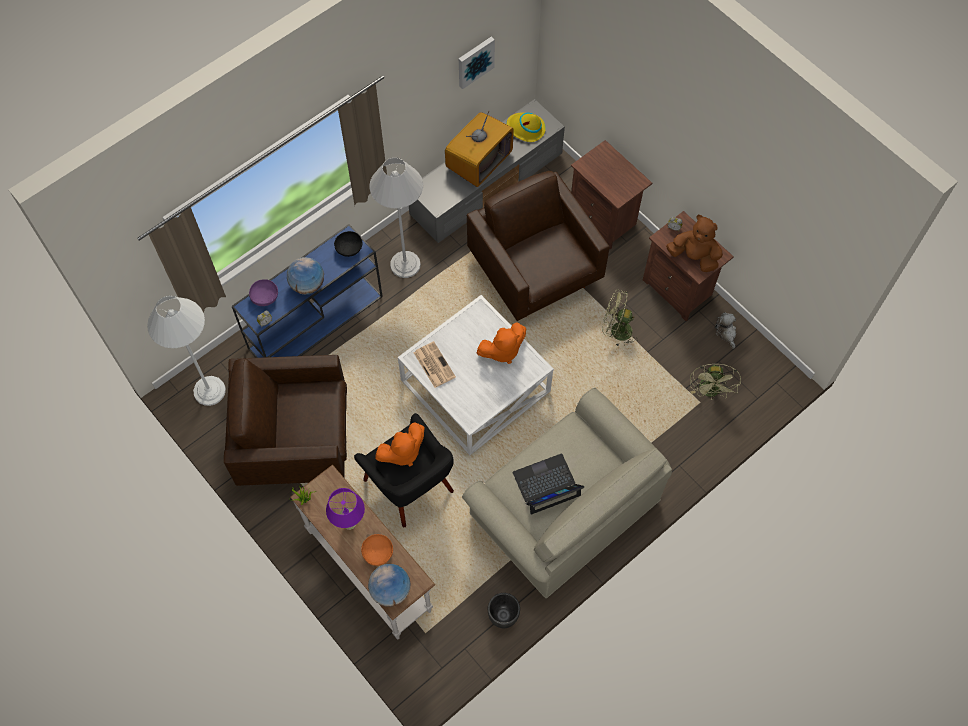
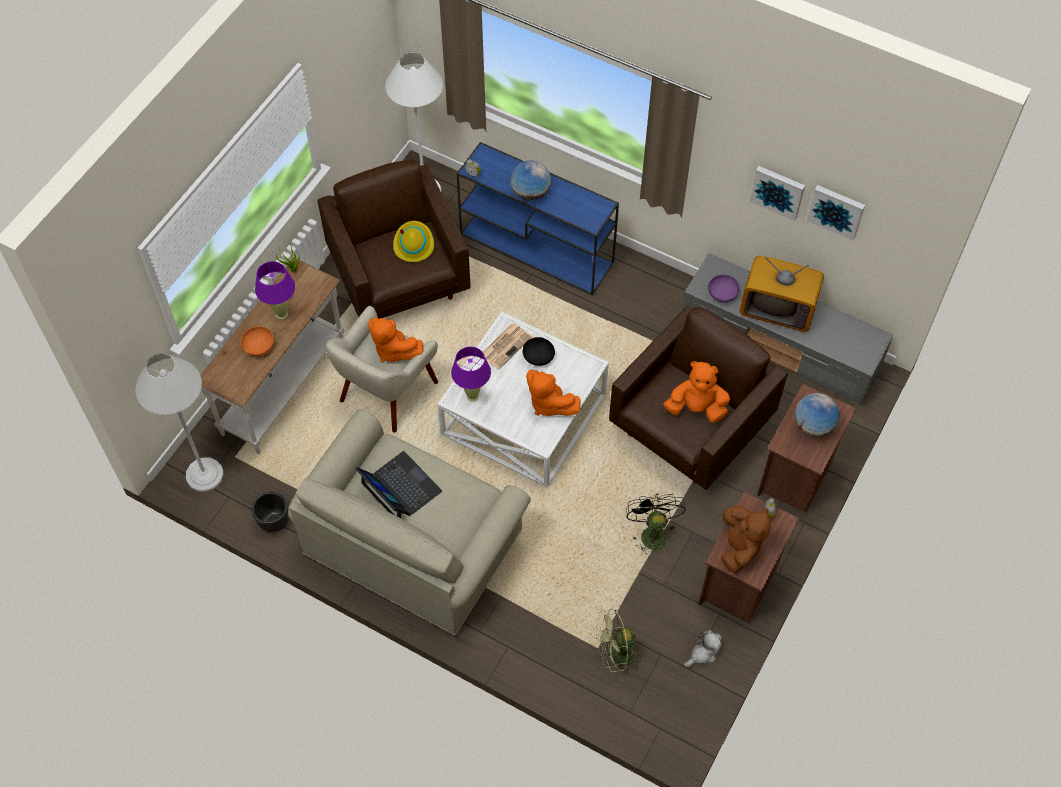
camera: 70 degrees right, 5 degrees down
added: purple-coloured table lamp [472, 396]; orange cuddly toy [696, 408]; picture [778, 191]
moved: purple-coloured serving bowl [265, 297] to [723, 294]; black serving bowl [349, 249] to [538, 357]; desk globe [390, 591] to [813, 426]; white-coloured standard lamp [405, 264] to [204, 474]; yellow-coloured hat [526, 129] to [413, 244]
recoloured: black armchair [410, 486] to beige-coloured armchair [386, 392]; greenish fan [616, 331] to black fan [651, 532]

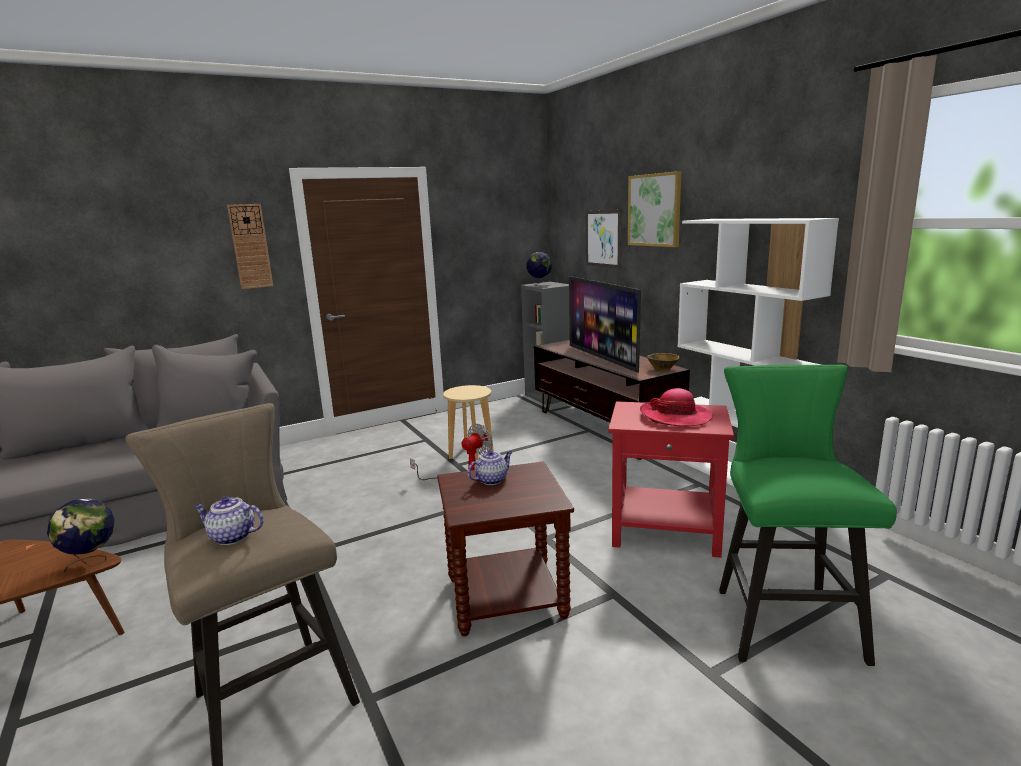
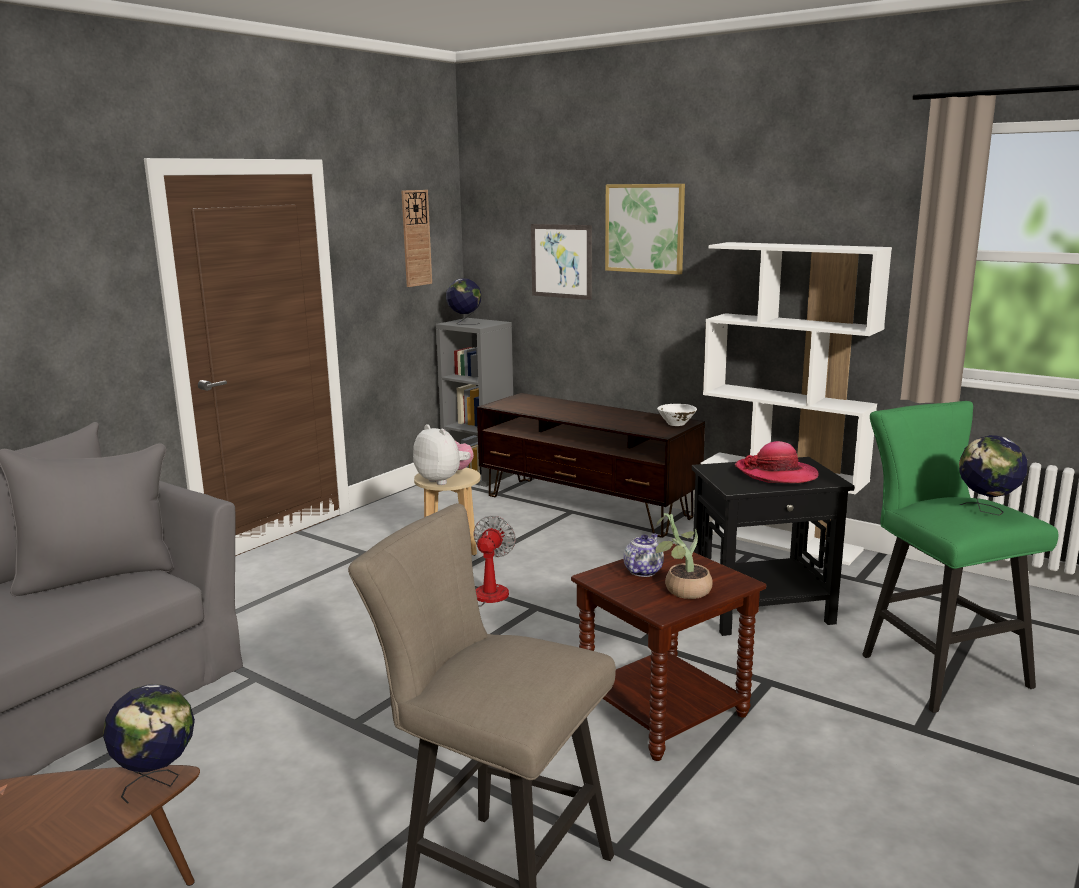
camera: 25 degrees left, 0 degrees up
removed: tea pot [231, 537]; TV [603, 358]
added: cuddly toy [444, 480]; houseplant [682, 590]; desk globe [986, 511]
moved: wall clock [250, 246] to [416, 238]
recoloured: reddish end table [665, 532] to black end table [761, 609]; brown-coloured serving bowl [663, 369] to white-coloured serving bowl [676, 424]

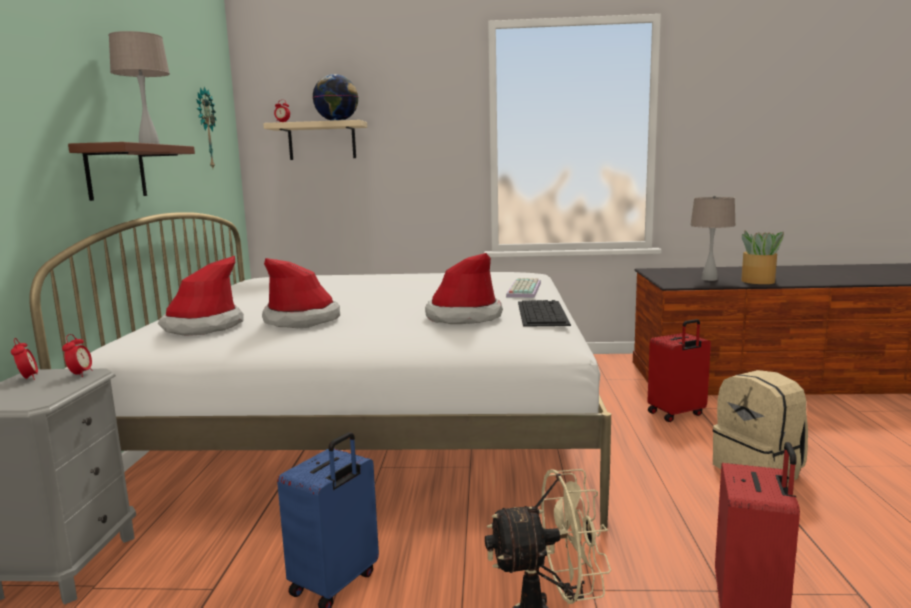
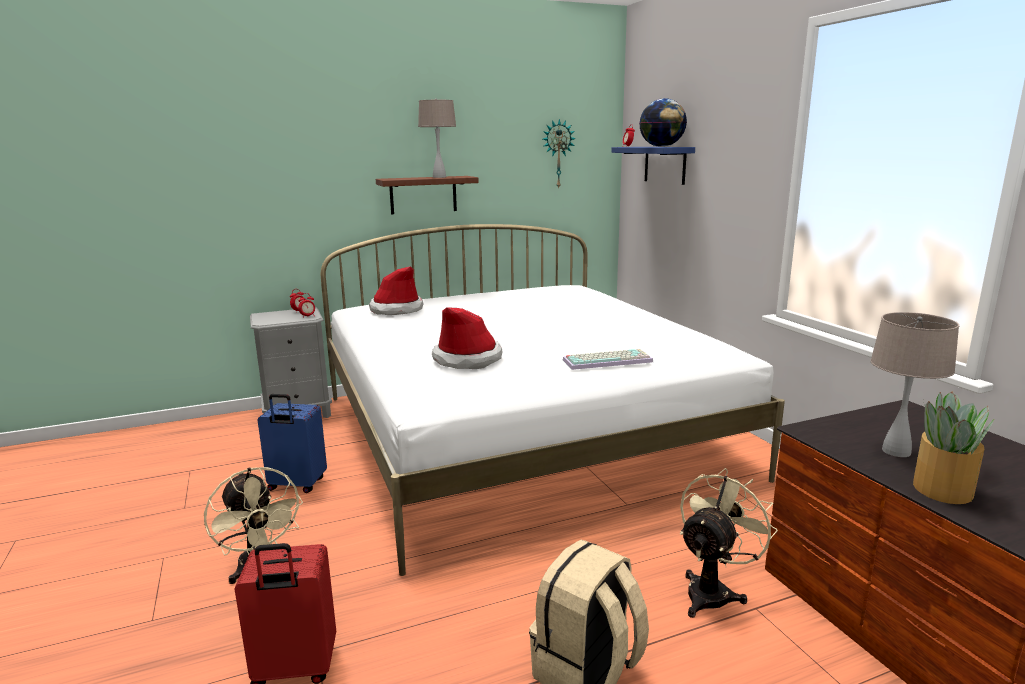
camera: 65 degrees right, 5 degrees up
removed: hat [302, 320]; computer keyboard [541, 313]
replaced: reddish piece of luggage [676, 414] to beige-coloured fan [713, 591]
recoloured: beige-coloured shelf [322, 141] to bluish shelf [665, 165]

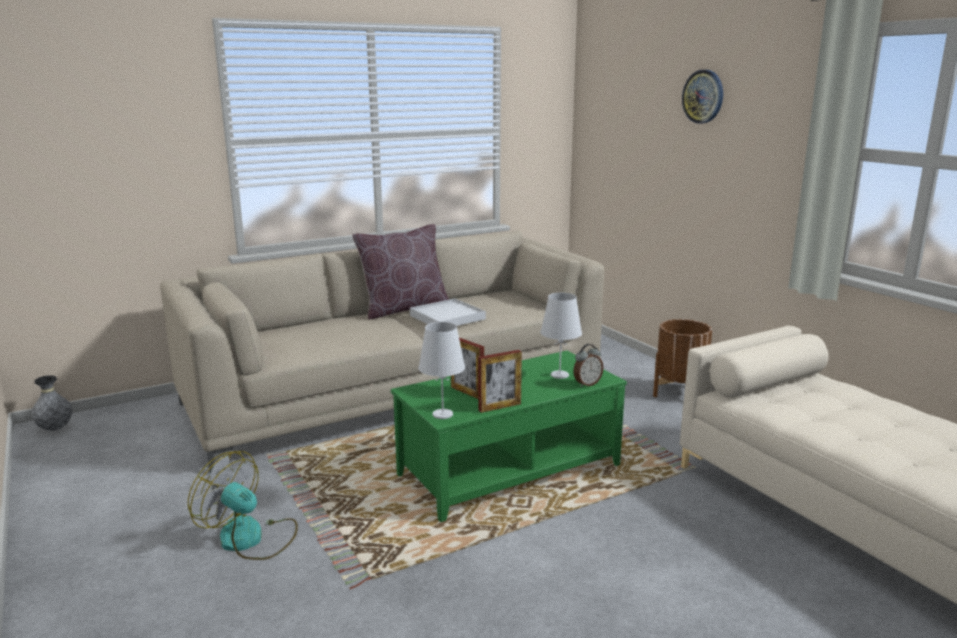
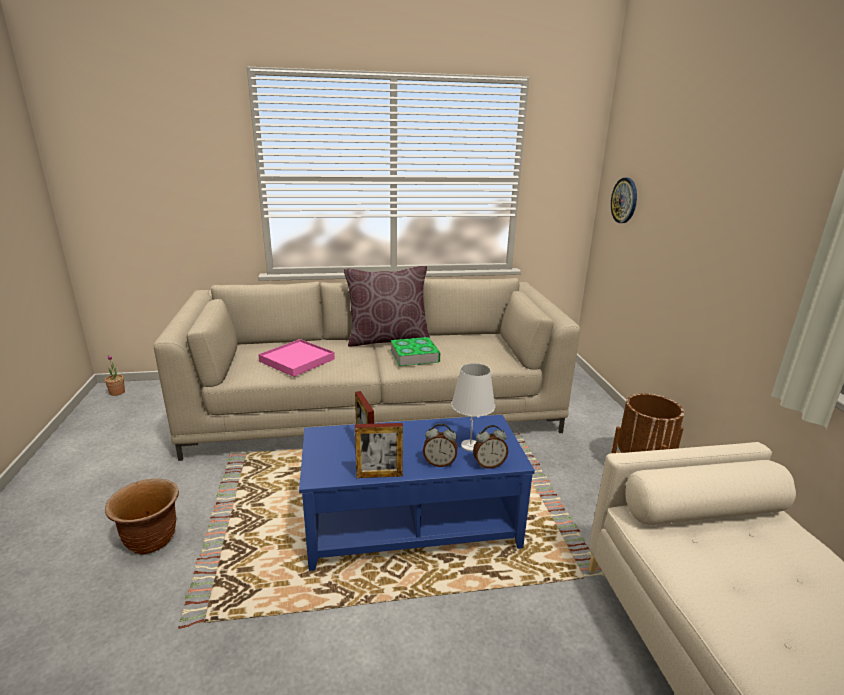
camera: 20 degrees right, 5 degrees up
removed: white-coloured table lamp [442, 414]
added: pink-coloured serving tray [297, 360]; alarm clock [439, 463]
moved: wall clock [703, 96] to [624, 200]
replaced: grey decorative vase [55, 429] to houseplant [117, 392]; fan [250, 539] to brown-coloured planter [151, 540]; white-coloured serving tray [447, 317] to volume [414, 356]
recoloured: greenish lounge table [508, 469] to bluish lounge table [411, 523]

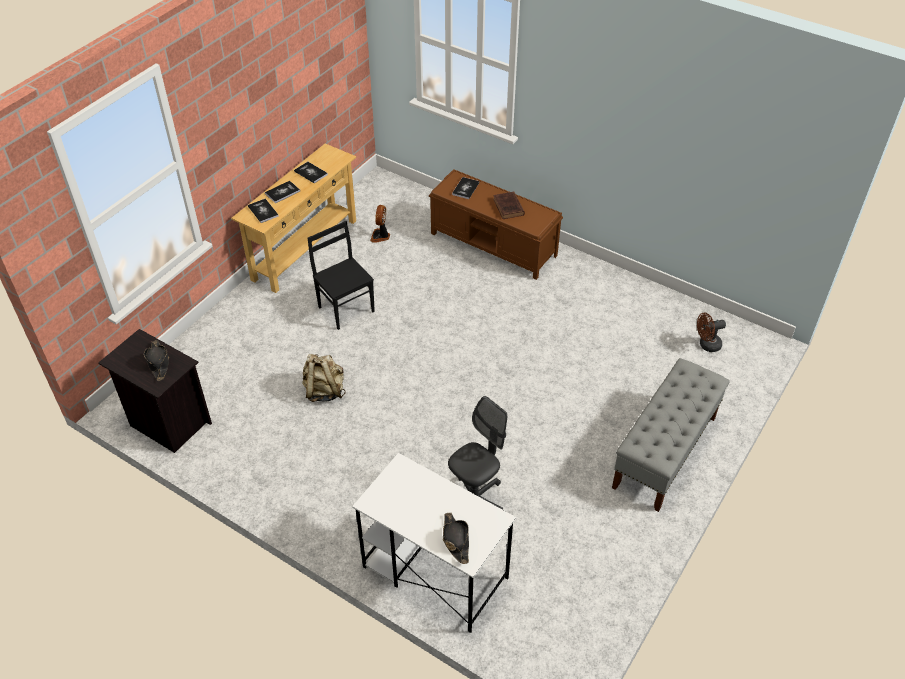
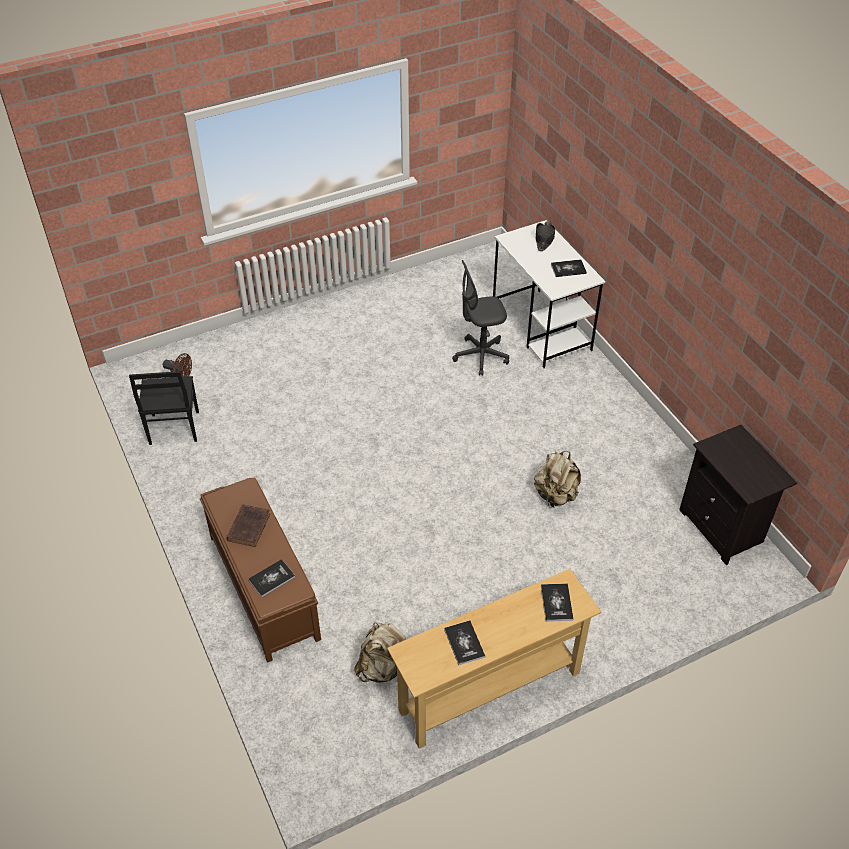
camera: 150 degrees left, 0 degrees up
removed: black hat [158, 363]; grey long seat [664, 452]
moved: volume [282, 192] to [568, 269]; black chair [346, 308] to [173, 429]
replaced: fan [381, 236] to beige-coloured backpack [383, 666]

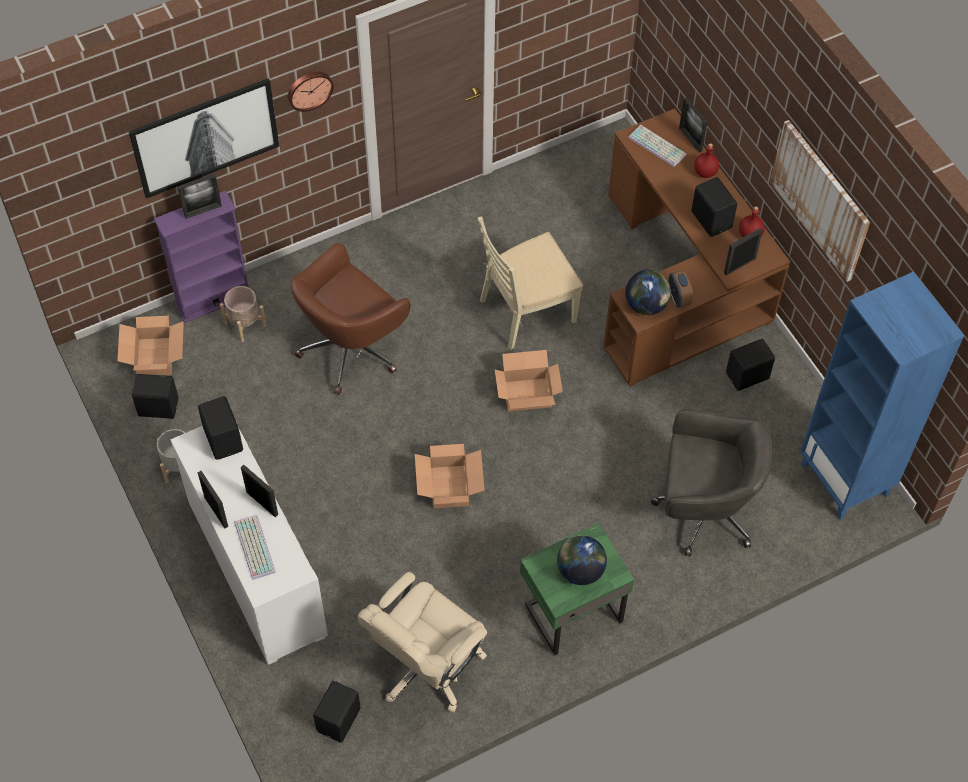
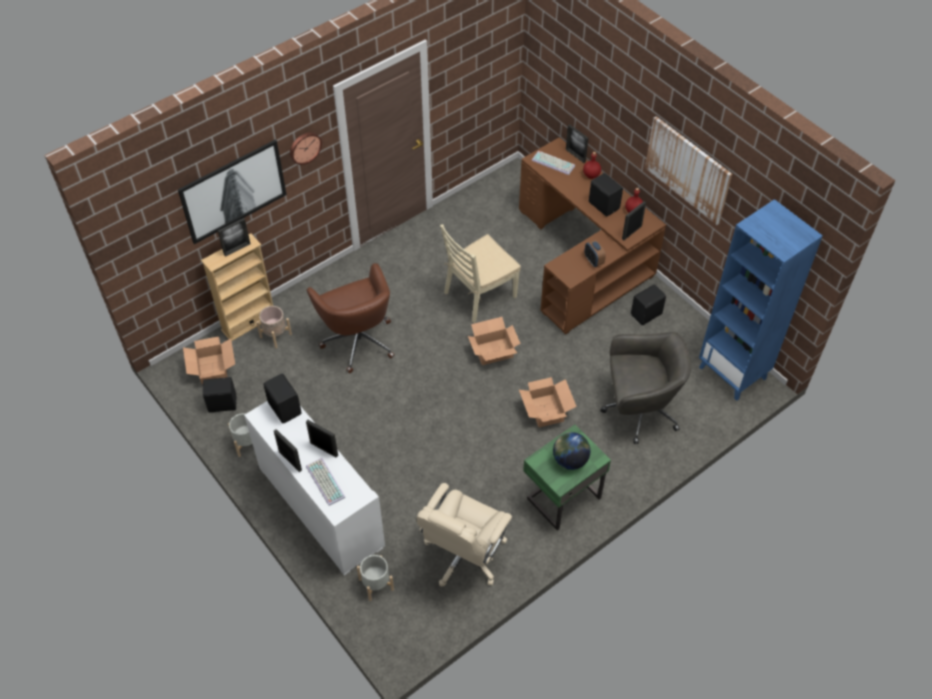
camera: 10 degrees left, 5 degrees down
removed: black speaker [340, 720]; desk globe [646, 305]
added: grey planter [376, 584]
moved: carton [448, 487] to [545, 411]
recoloured: purple-coloured bookshelf [213, 300] to beige-coloured bookshelf [249, 322]
turned: brown-coloured desk chair [352, 348] = [358, 340] 60 degrees counterclockwise

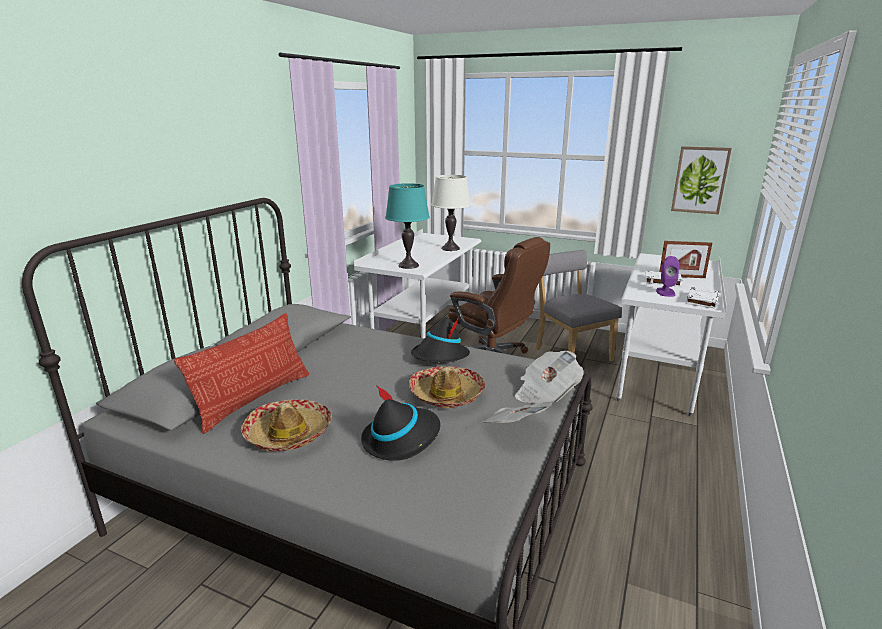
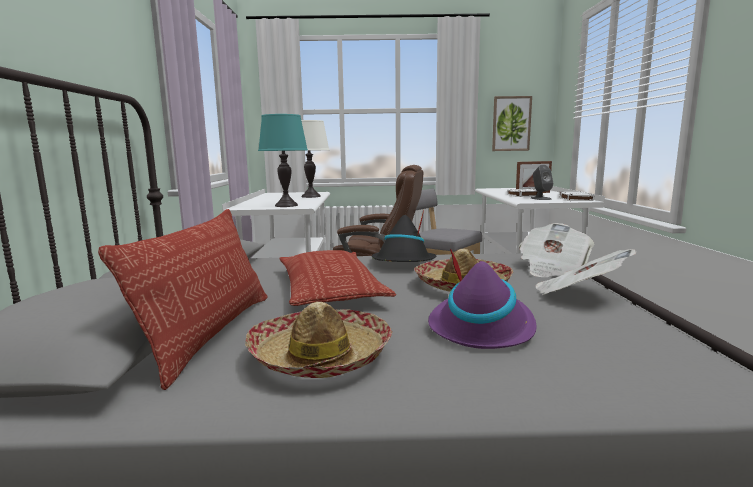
camera: 25 degrees left, 10 degrees down
added: throw pillow [329, 287]
recoloured: black hat [401, 438] to purple-coloured hat [481, 327]; purple-coloured speaker [665, 292] to grey speaker [540, 198]

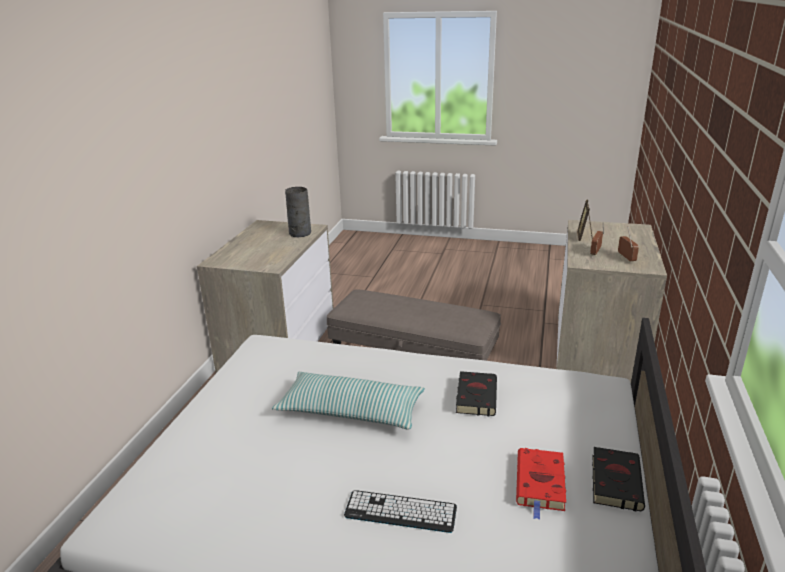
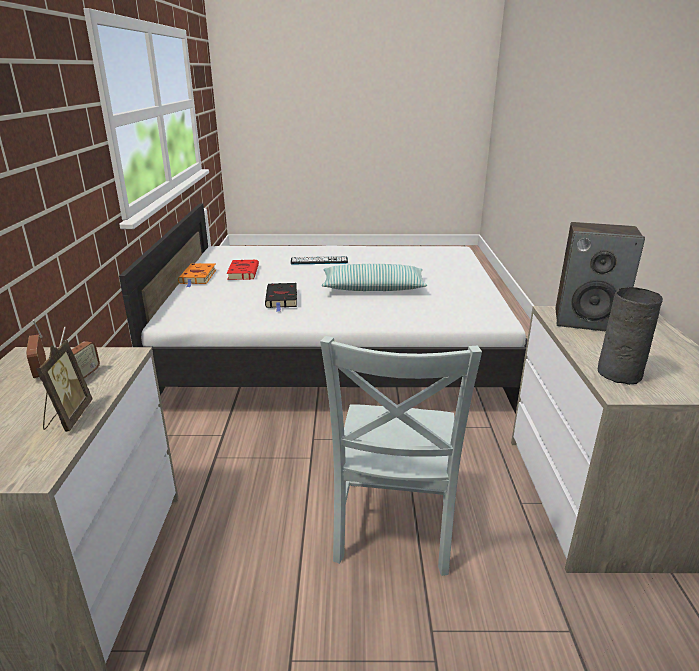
camera: 165 degrees right, 0 degrees up
added: speaker [587, 321]
replaced: grey ottoman [413, 347] to grey chair [392, 528]
recoloured: black volume [615, 480] to orange volume [198, 277]

